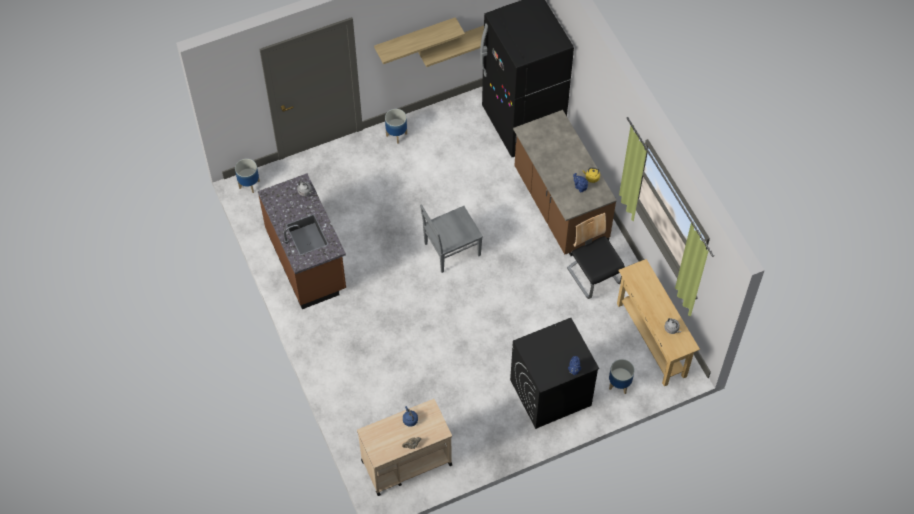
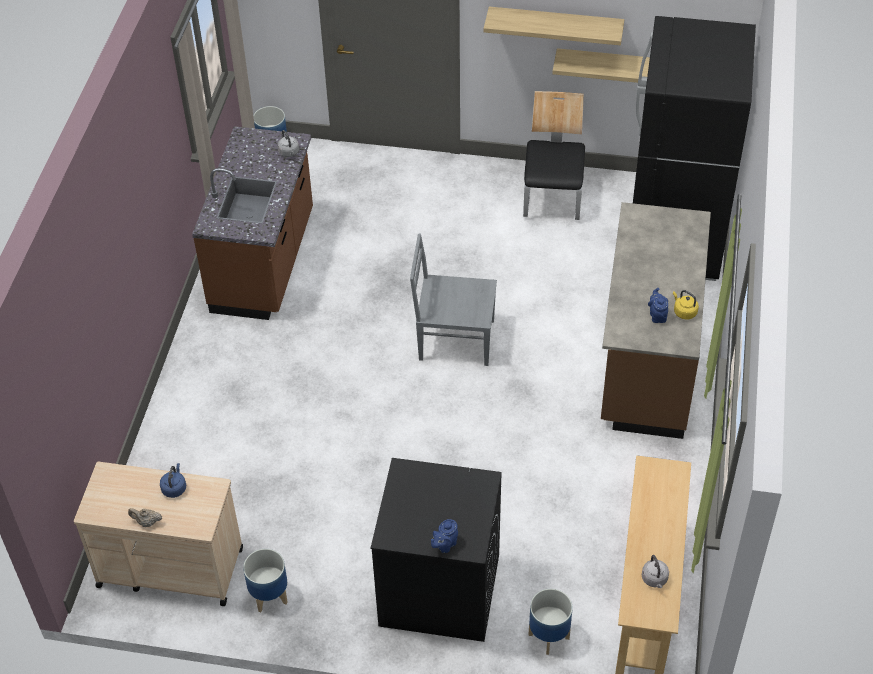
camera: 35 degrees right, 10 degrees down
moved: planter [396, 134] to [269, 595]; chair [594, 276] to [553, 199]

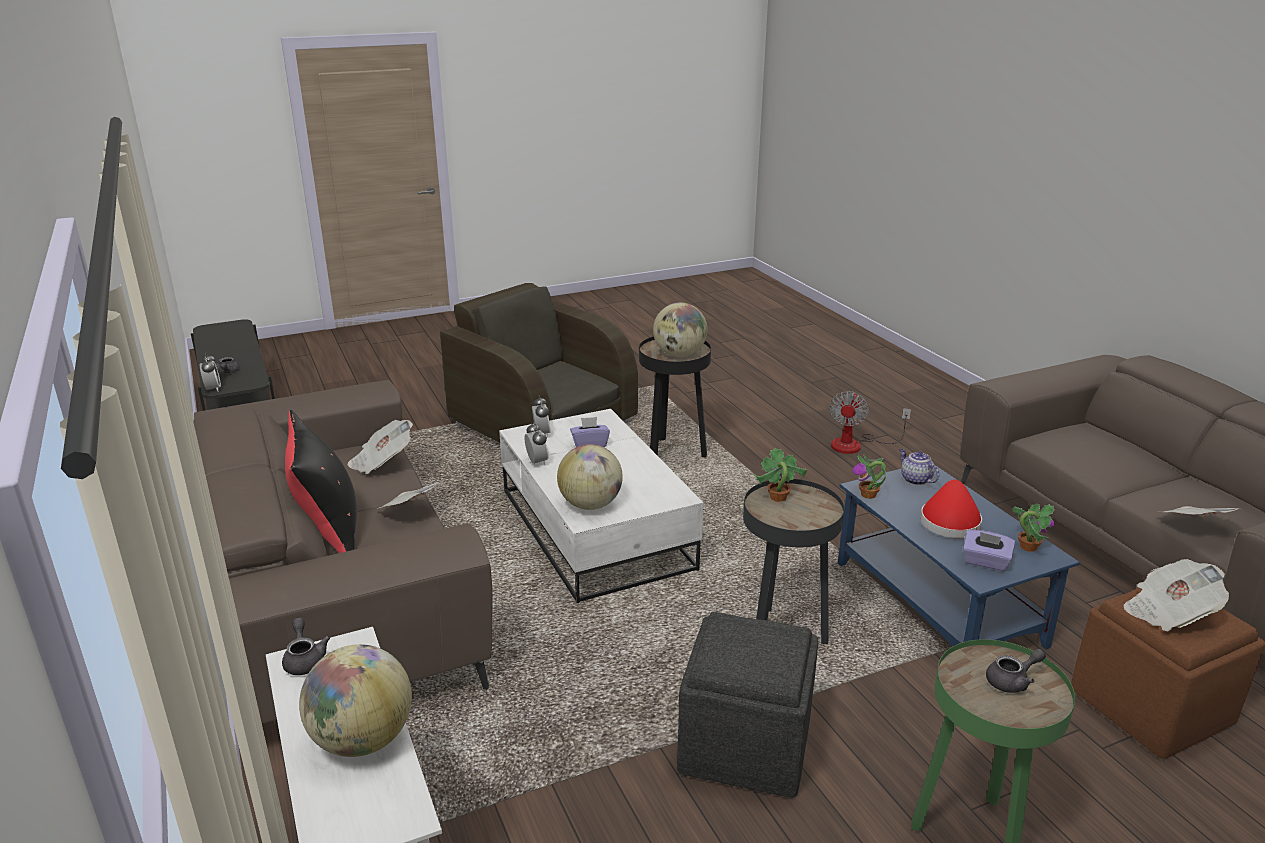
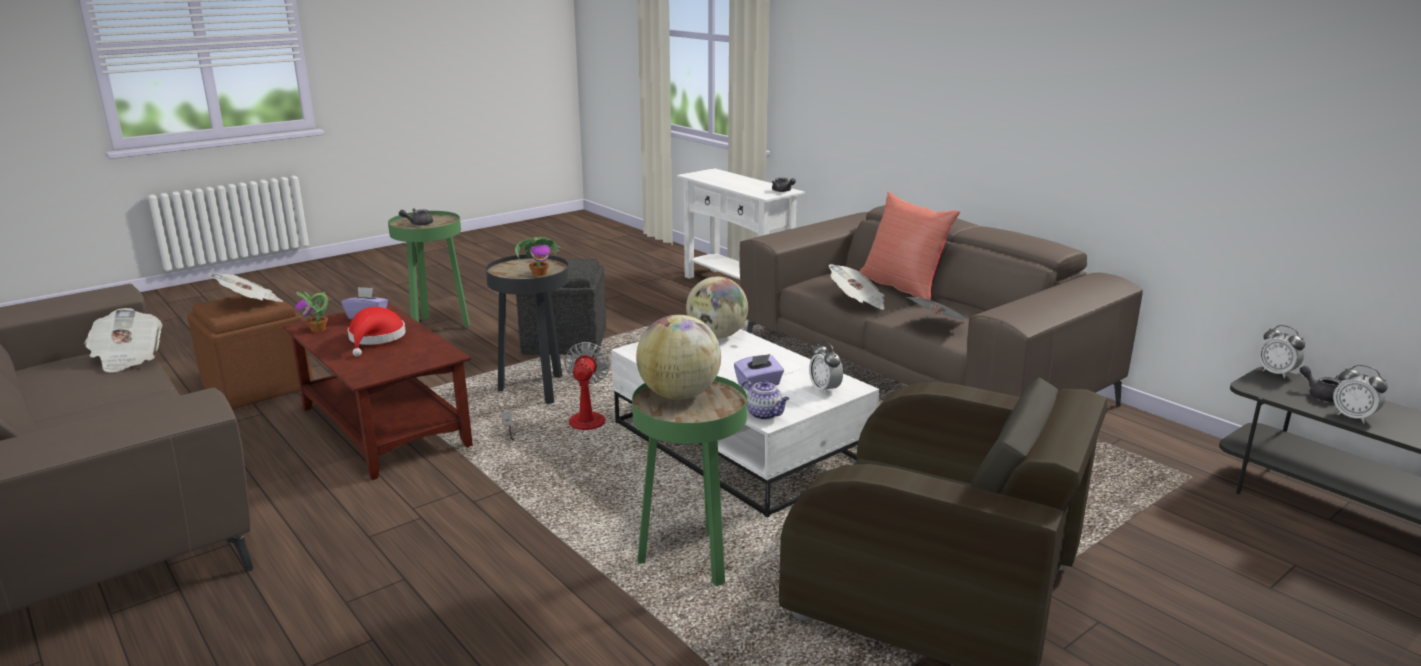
camera: 165 degrees right, 5 degrees down
removed: desk globe [362, 740]; houseplant [868, 495]
moved: alarm clock [537, 462] to [1353, 417]; fan [856, 445] to [574, 426]; tea pot [915, 479] to [765, 414]
recoloured: black throw pillow [328, 529] to reddish throw pillow [903, 287]; black end table [672, 454] to greenish end table [691, 560]; bluish lounge table [939, 604] to brown-coloured lounge table [383, 427]

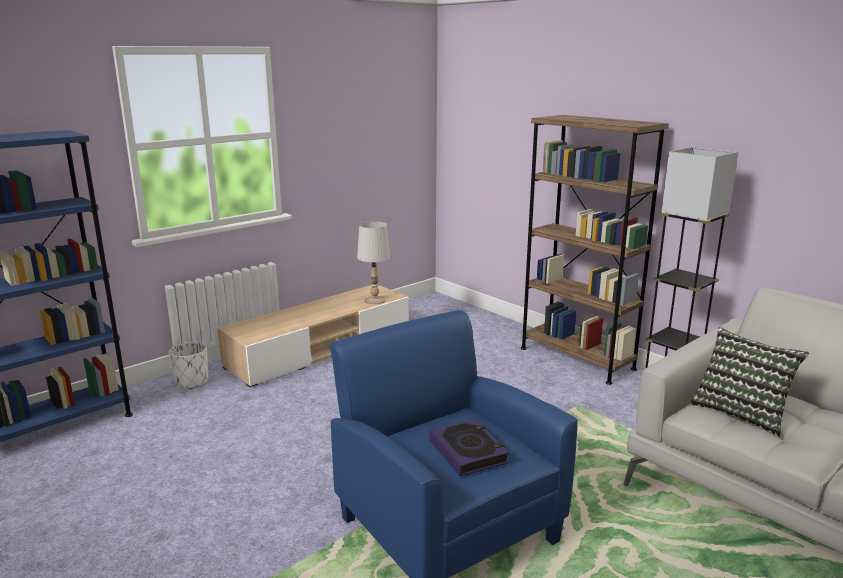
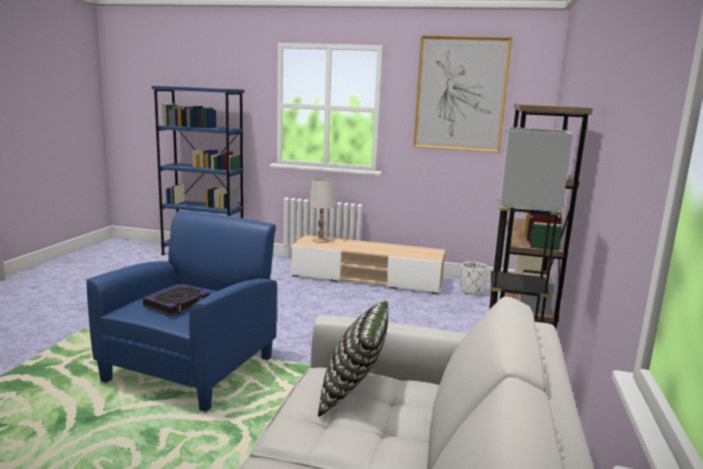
camera: 55 degrees right, 5 degrees down
added: picture [460, 94]
moved: white-coloured planter [192, 382] to [472, 291]; white-coloured table lamp [374, 300] to [320, 240]

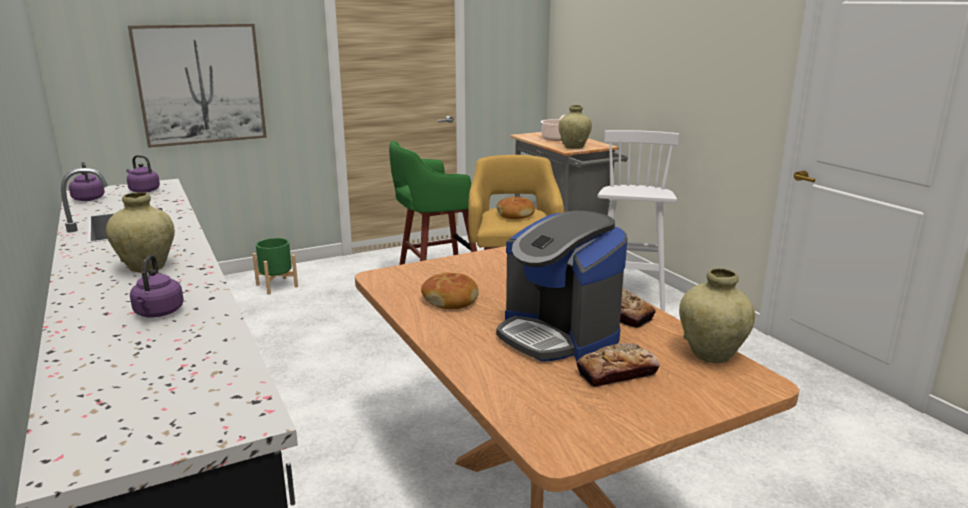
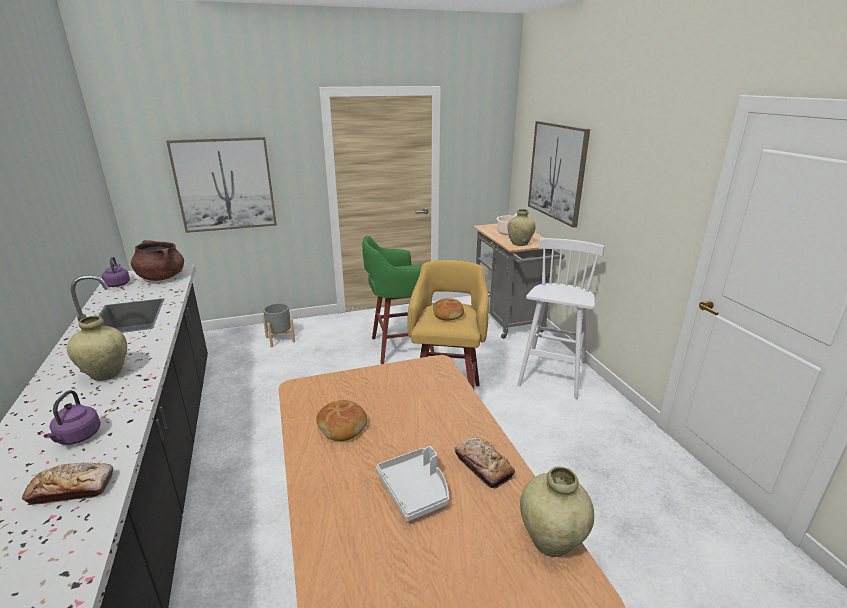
camera: 10 degrees right, 5 degrees up
added: picture [557, 171]
moved: bread [617, 373] to [72, 489]
replaced: purple-coloured water kettle [143, 190] to brown-coloured saucepot [161, 277]; coffee machine [558, 335] to grey serving tray [415, 490]
recoloured: greenish planter [276, 286] to grey planter [280, 339]

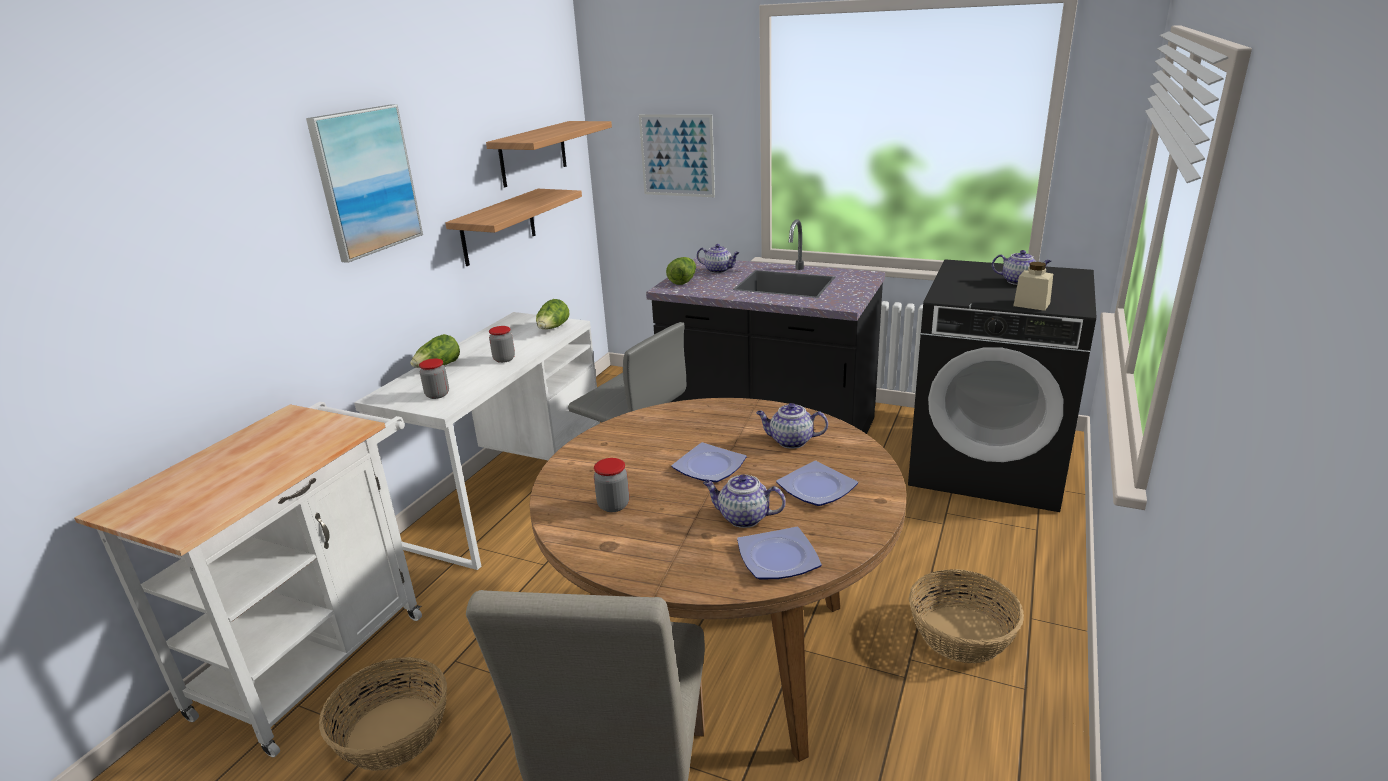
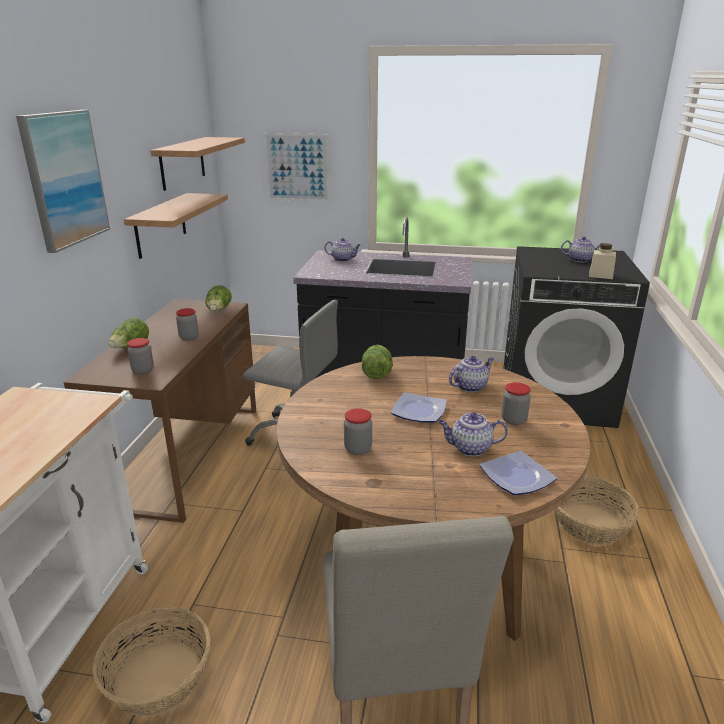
camera: 15 degrees left, 0 degrees up
moved: head of lettuce [682, 280] to [376, 372]
replaced: plate [818, 488] to storage jar [513, 420]
recoloured: white-coloured desk unit [509, 493] to brown-coloured desk unit [187, 454]
turned: tea pot [790, 441] = [470, 386] 150 degrees clockwise

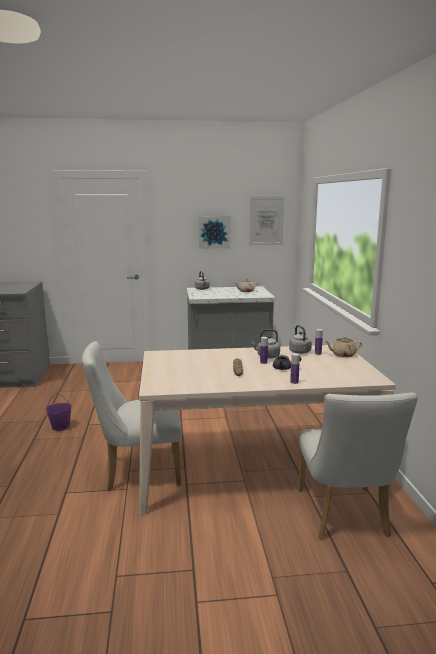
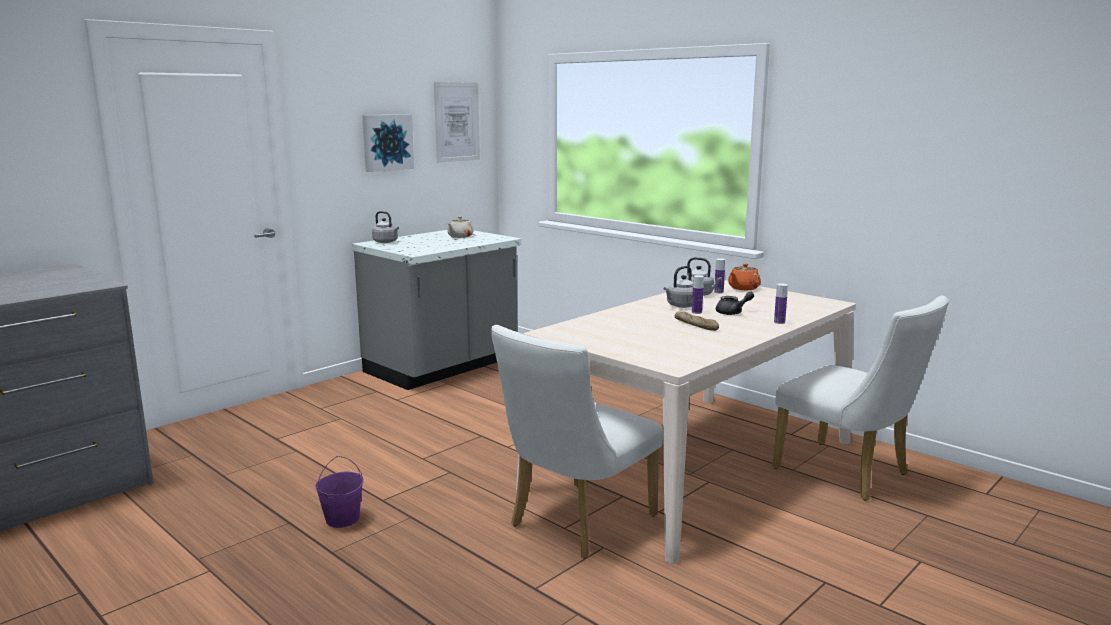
camera: 40 degrees left, 0 degrees up
recoloured: beige-coloured tea pot [343, 355] to orange tea pot [743, 288]

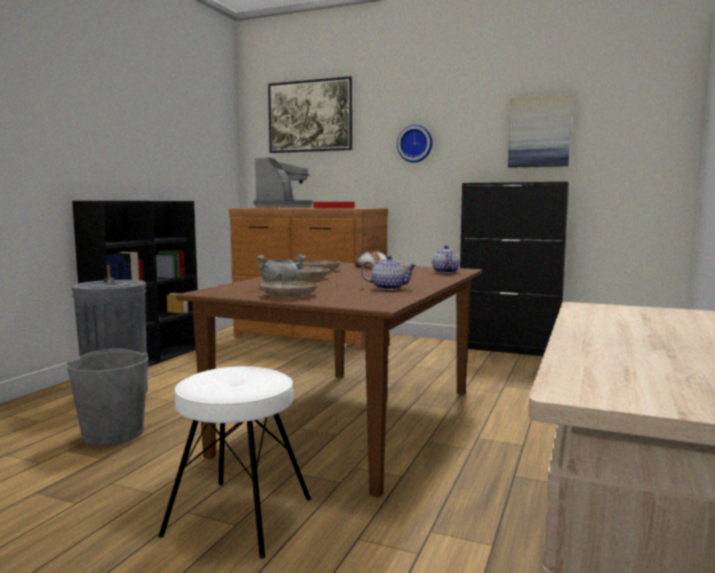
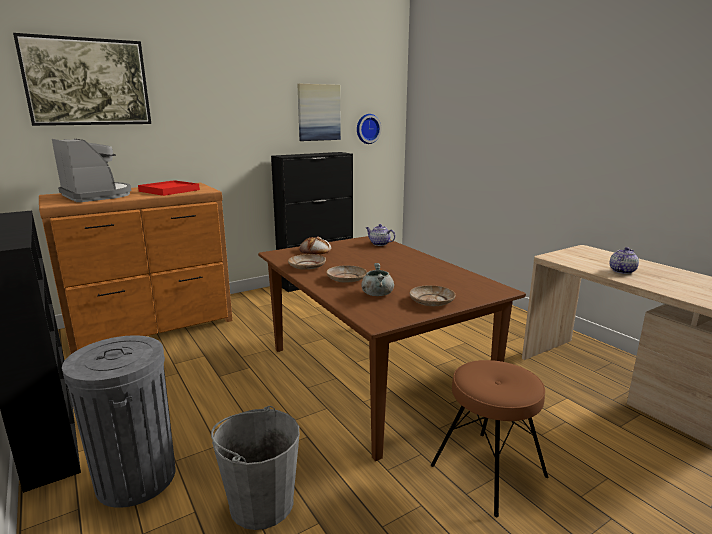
camera: 55 degrees left, 10 degrees up
moved: tea pot [388, 288] to [621, 271]; wall clock [415, 143] to [367, 128]
recoloured: white-coloured stool seat [239, 516] to brown-coloured stool seat [488, 471]

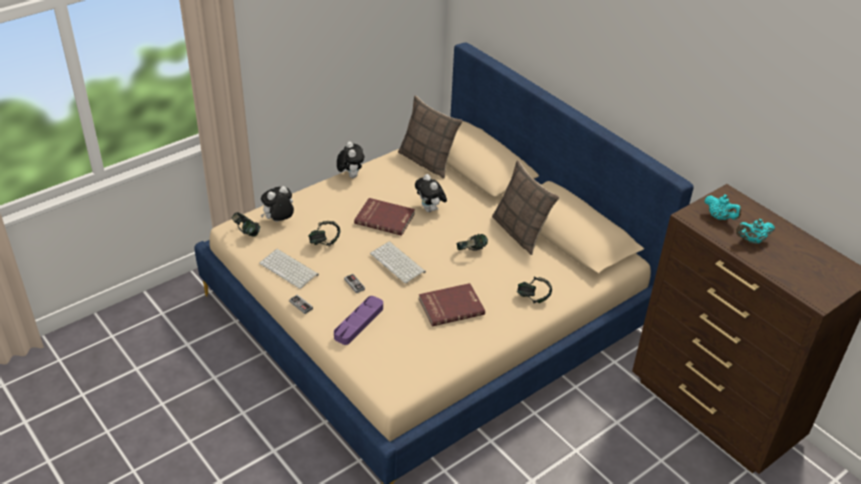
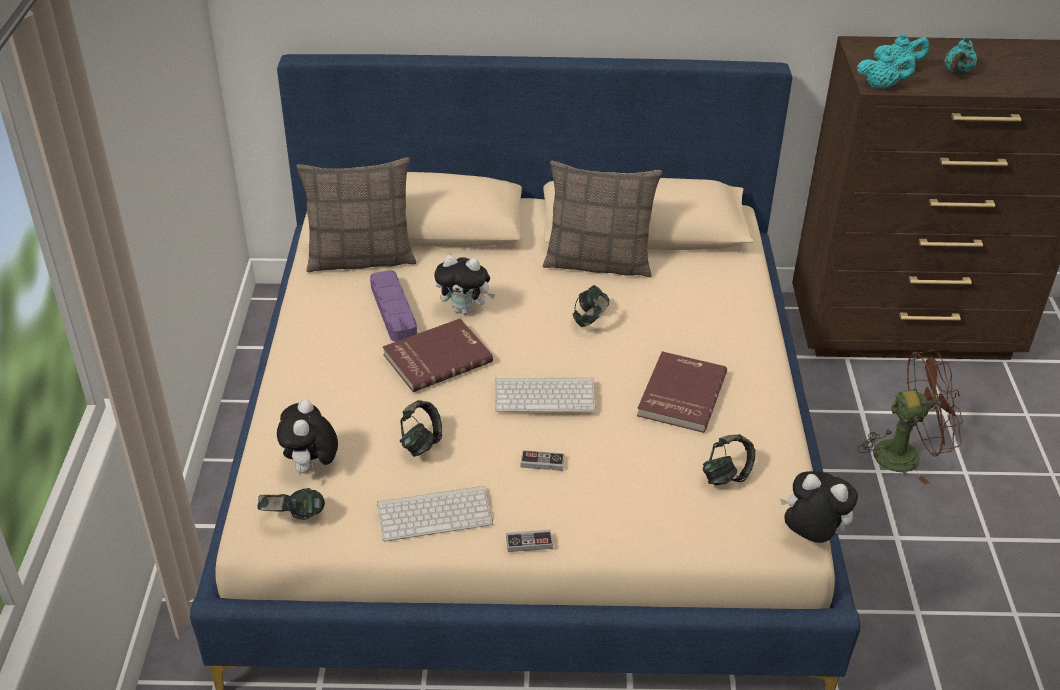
camera: 50 degrees left, 0 degrees up
added: turquoise-coloured tea pot [882, 86]; brown-coloured fan [906, 454]
moved: purple-coloured serving tray [359, 322] to [393, 310]; cuddly toy [350, 175] to [811, 536]; headset [533, 298] to [726, 475]

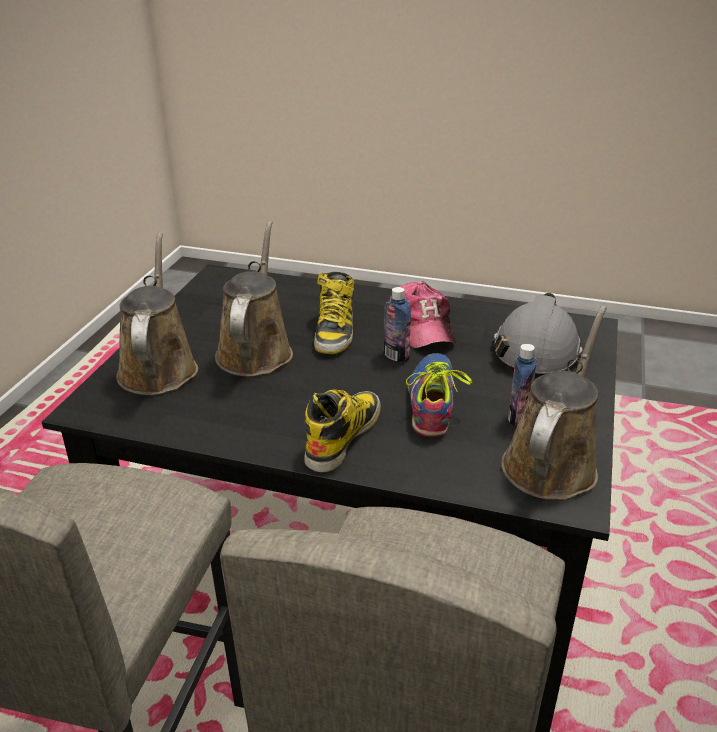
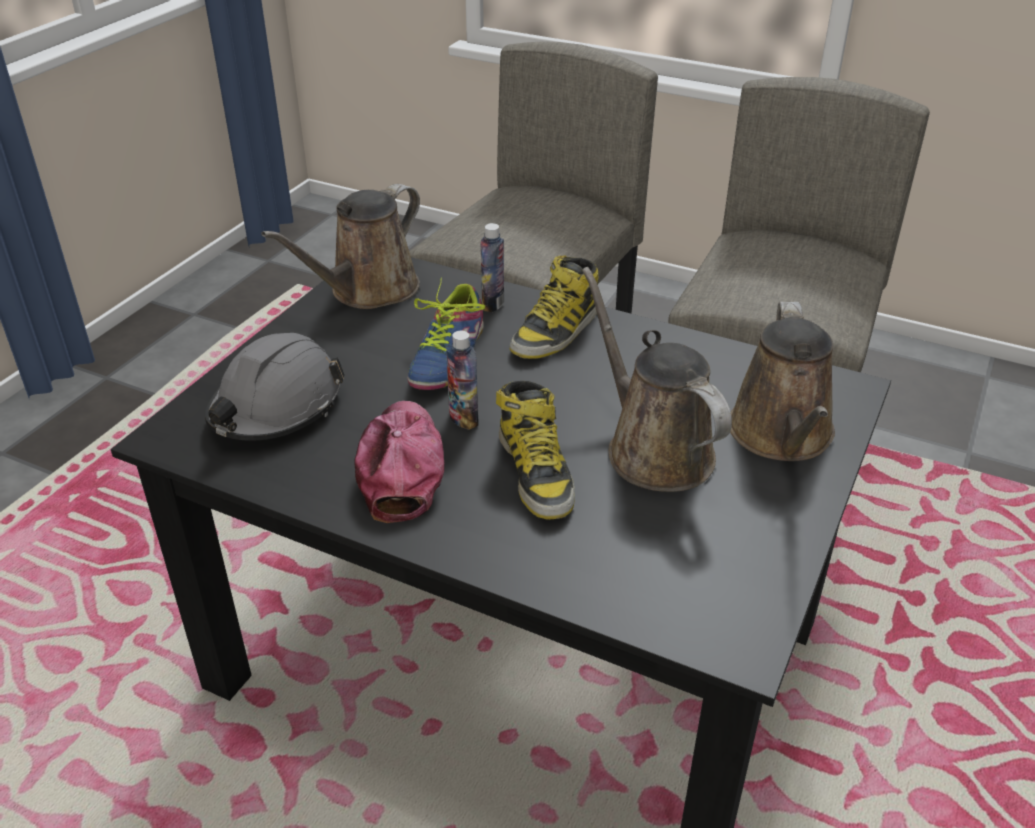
camera: 170 degrees left, 5 degrees up
moved: beverage bottle [518, 419] to [493, 304]
turned: brown-coloured watering pot [256, 351] = [653, 449] 135 degrees clockwise; tall boot [334, 331] = [536, 472] 150 degrees clockwise

